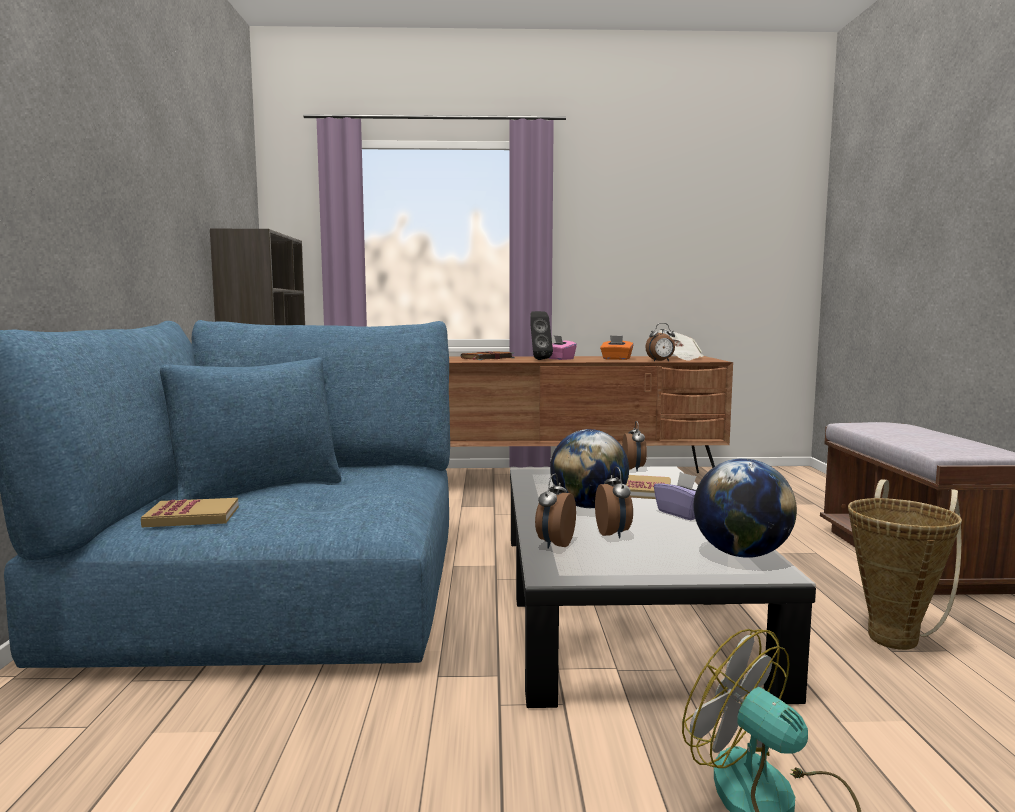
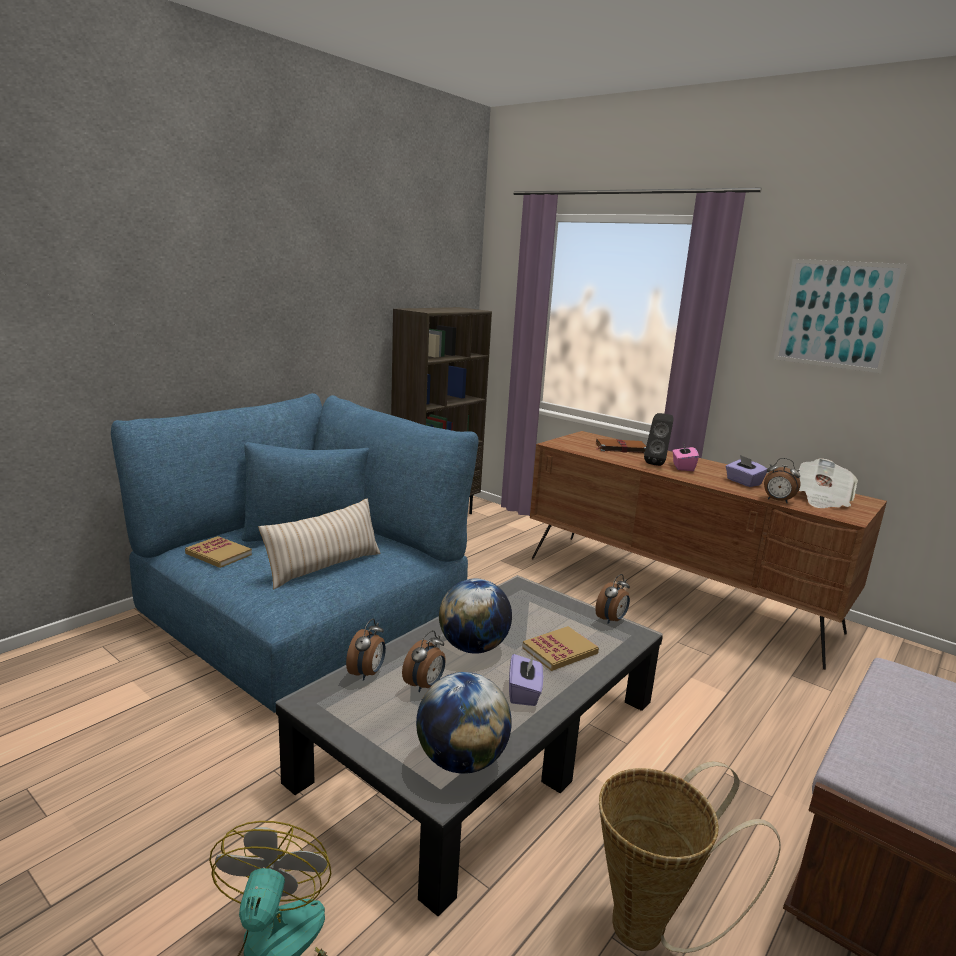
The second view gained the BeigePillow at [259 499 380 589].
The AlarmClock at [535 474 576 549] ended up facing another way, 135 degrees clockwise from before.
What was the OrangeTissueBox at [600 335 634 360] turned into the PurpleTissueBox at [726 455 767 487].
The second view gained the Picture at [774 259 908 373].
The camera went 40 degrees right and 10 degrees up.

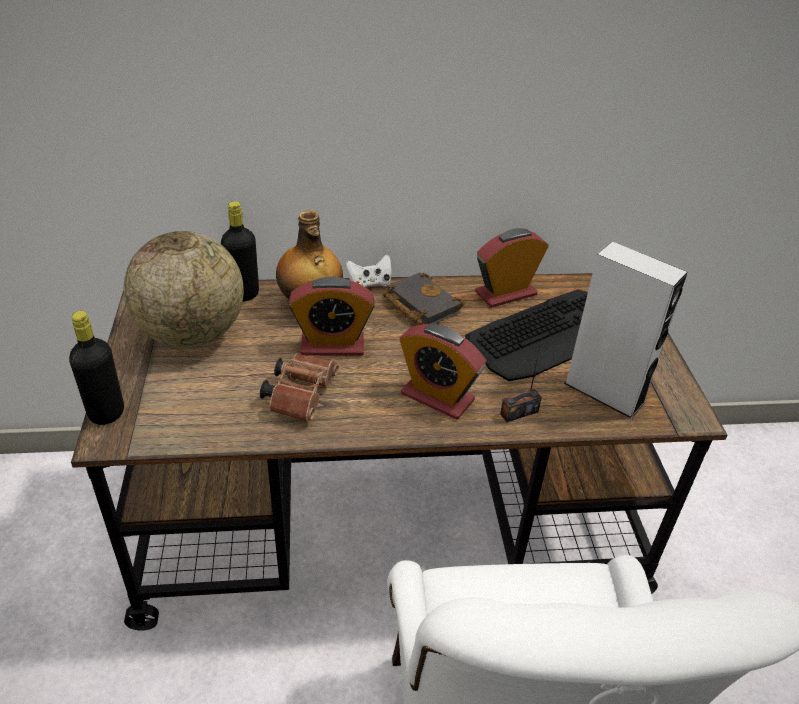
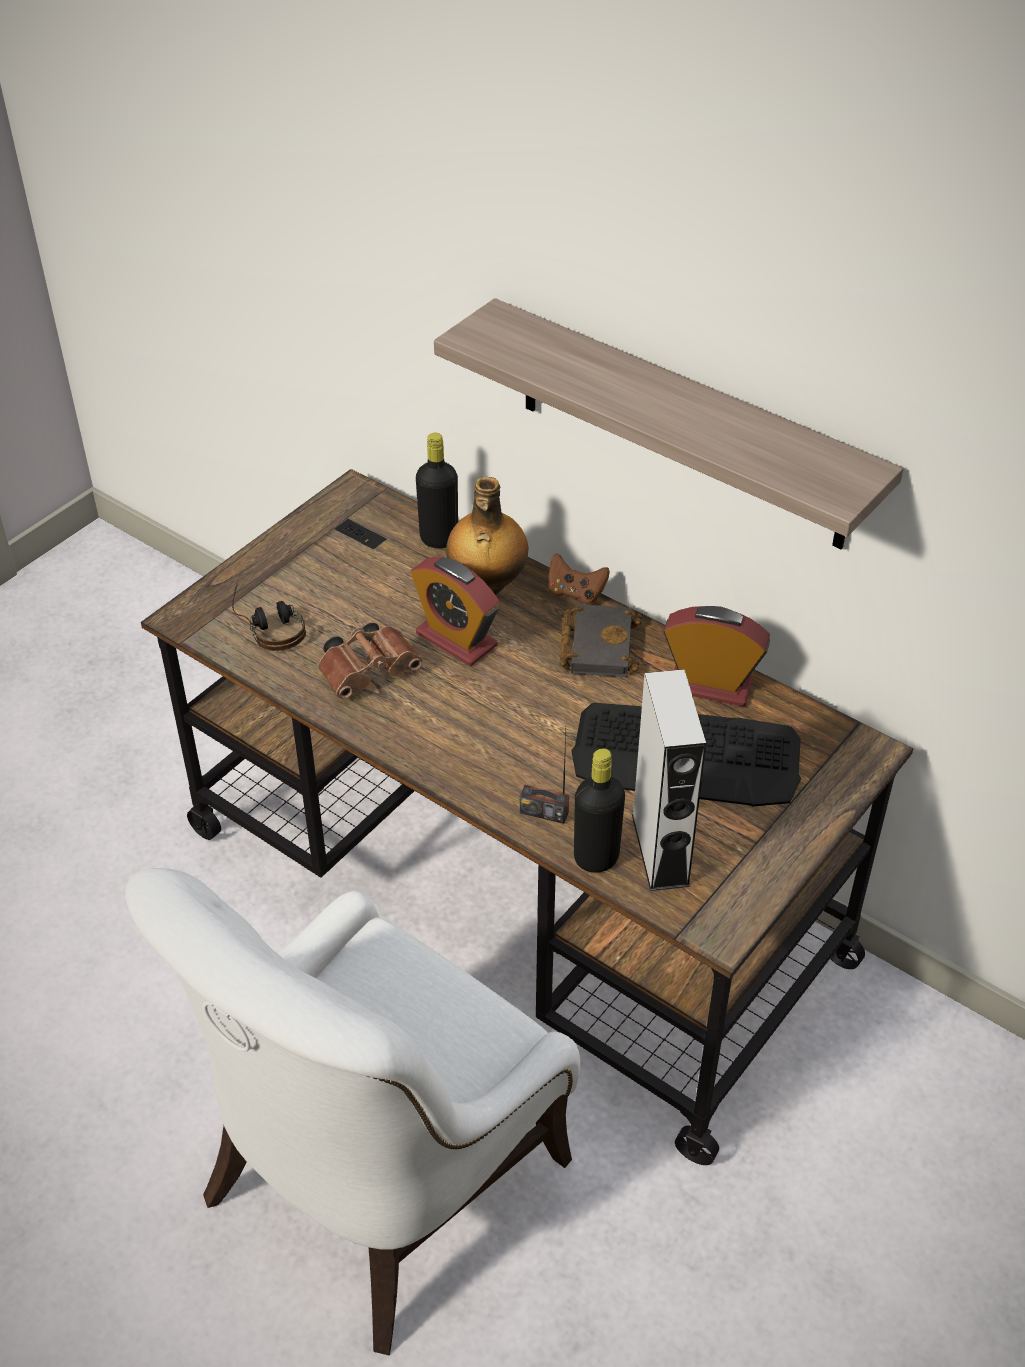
The second view gained the Headphones at [232 584 306 651].
The second view gained the Shelf at [434 298 903 549].
What was the WhiteGameController at [345 254 392 287] turned into the BrownGameController at [549 553 610 605].
The BlackBottle ended up elsewhere, having gone from [69 311 124 425] to [574 749 625 873].
The second view lost the Globe at [124 231 244 348].
The second view lost the AlarmClock at [399 324 486 420].
The camera went 45 degrees right and 5 degrees up.

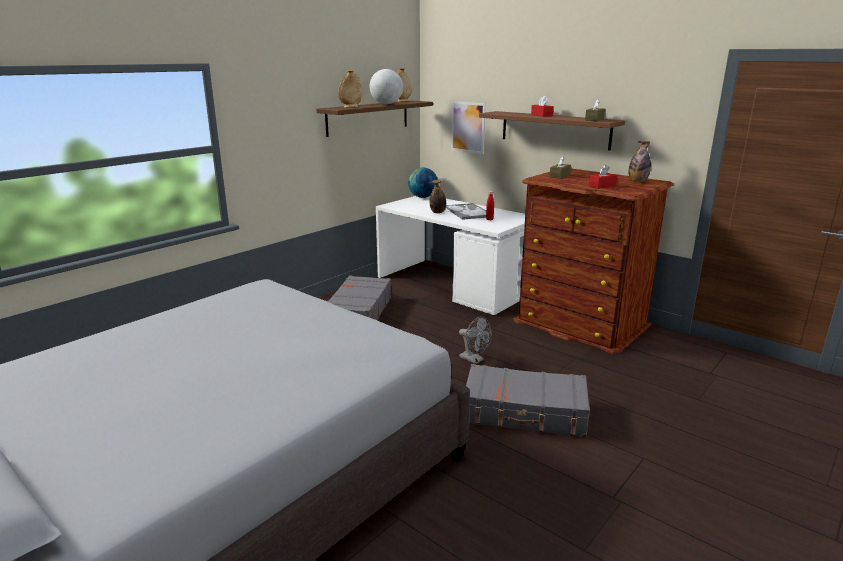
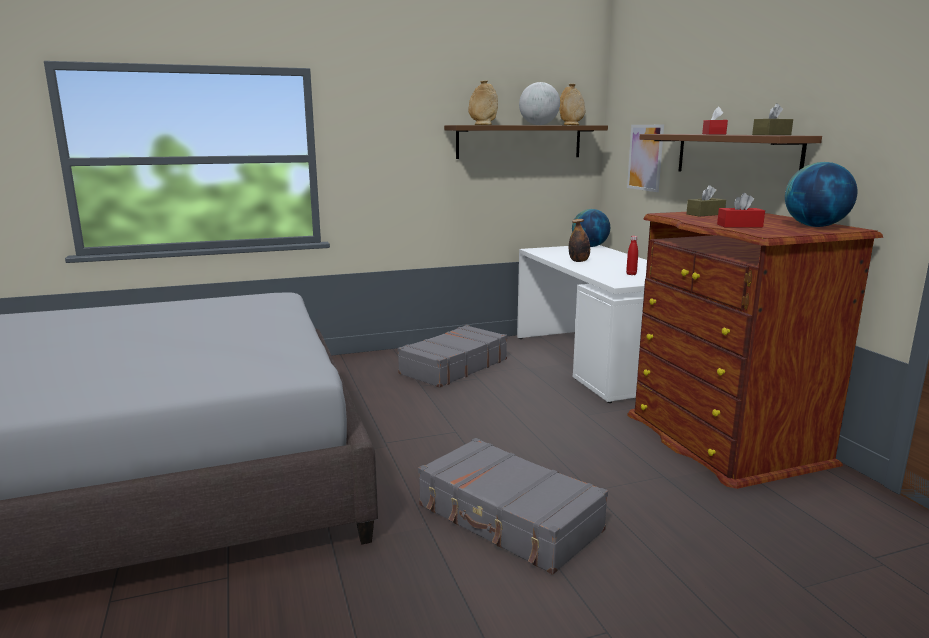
Where the Bottle stood at [629 141 651 182], the Globe came to stand at [785 162 857 227].
The second view lost the Tray at [446 203 486 220].
The second view lost the GreyFan at [459 316 492 364].
The camera went 30 degrees right and 5 degrees down.

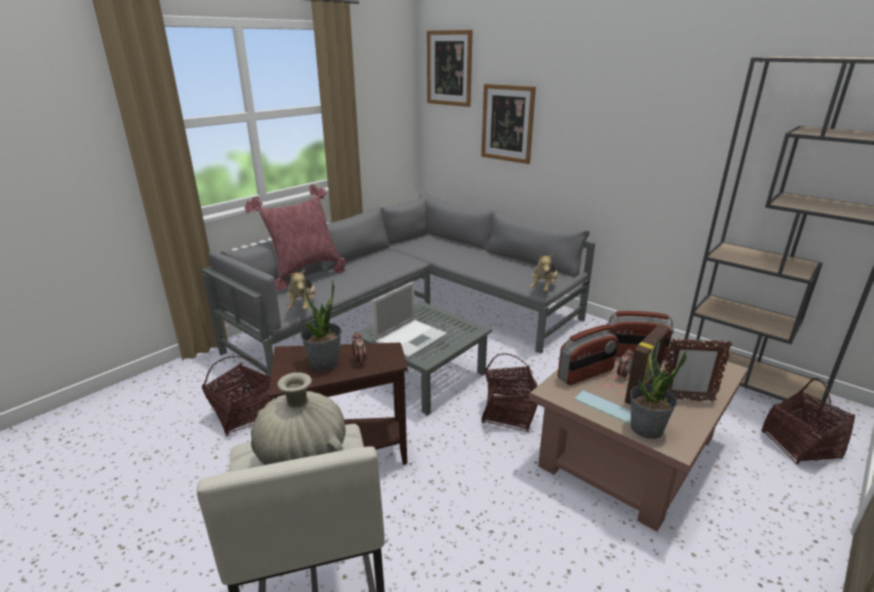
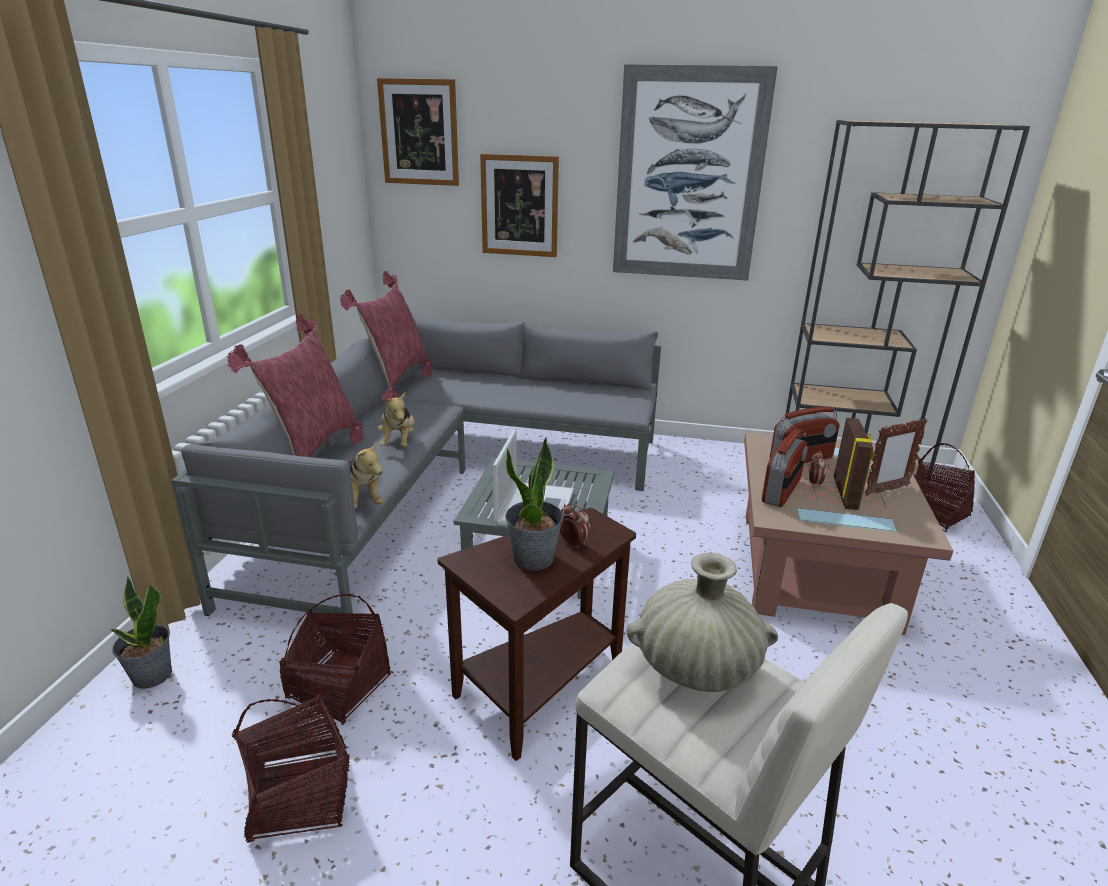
The PottedPlant ended up elsewhere, having gone from [630 339 687 439] to [111 577 172 689].
The Basket ended up elsewhere, having gone from [481 353 537 432] to [232 694 350 843].
The second view gained the RedPillow at [339 271 433 401].
The PlushToy ended up elsewhere, having gone from [529 254 558 292] to [378 393 415 447].
The second view gained the Picture at [613 64 778 281].
The camera went 30 degrees left and 0 degrees up.

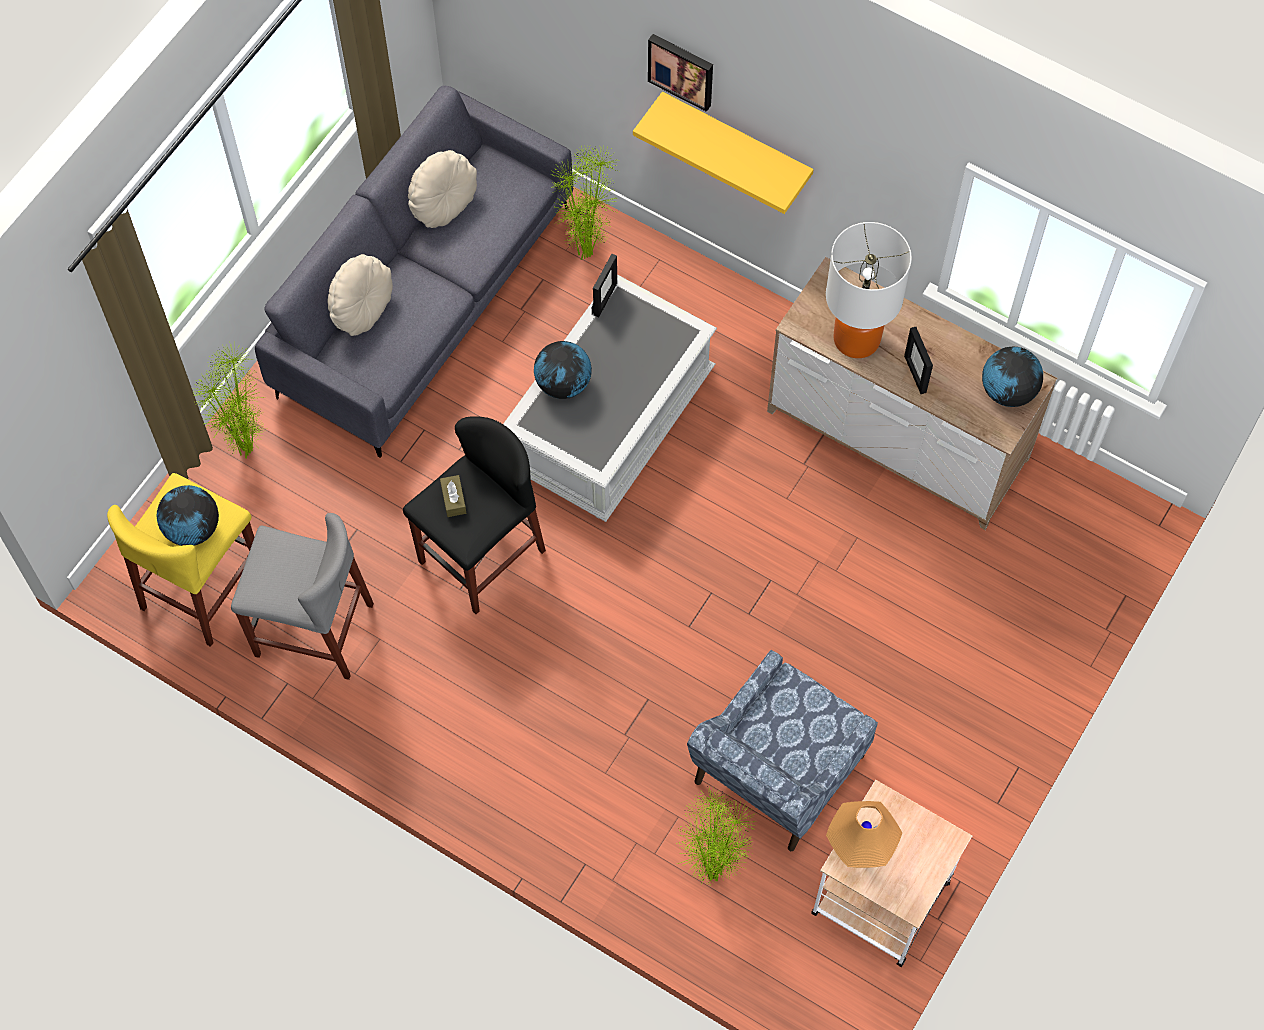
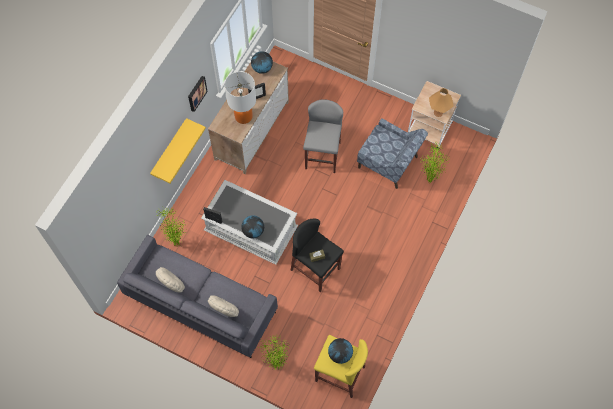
The Picture ended up elsewhere, having gone from [648 34 713 112] to [188 76 208 112].
The GreyStool ended up elsewhere, having gone from [231 513 374 680] to [303 99 343 173].
The camera went 95 degrees left and 0 degrees up.

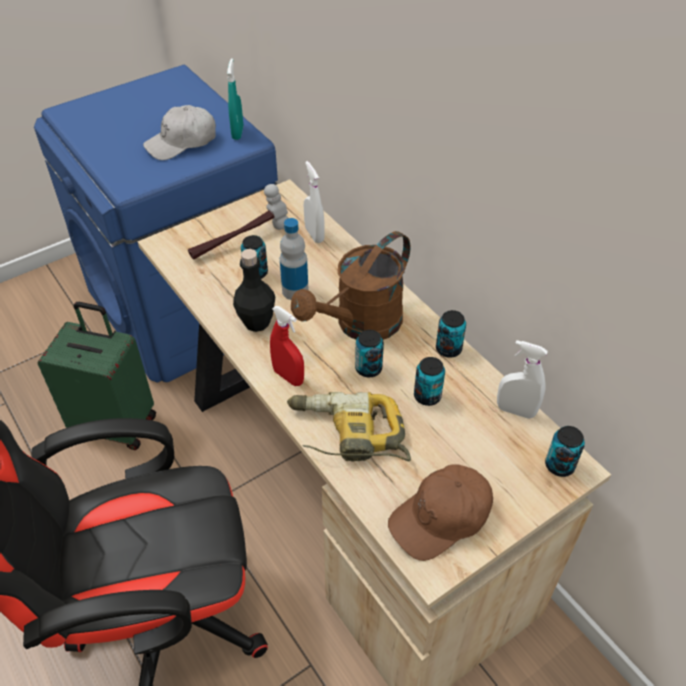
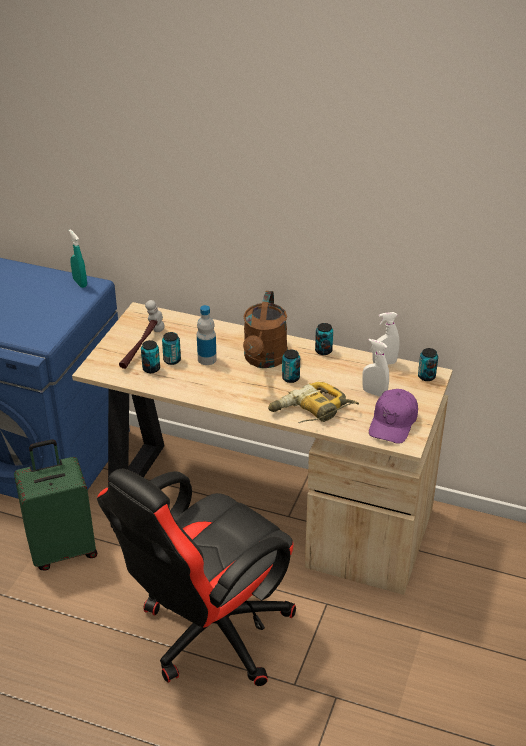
The Can ended up elsewhere, having gone from [414 357 445 406] to [141 340 160 373].
The WhiteSprayBottle ended up elsewhere, having gone from [304 161 325 243] to [362 339 389 397].
What was the BrownCap at [388 465 493 561] turned into the PurpleCap at [369 389 418 444].
The second view lost the WhiteCap at [143 105 216 160].
The second view lost the BlackBottle at [233 249 275 332].
The second view lost the RedSprayBottle at [270 306 304 386].
The camera went 35 degrees left and 10 degrees down.

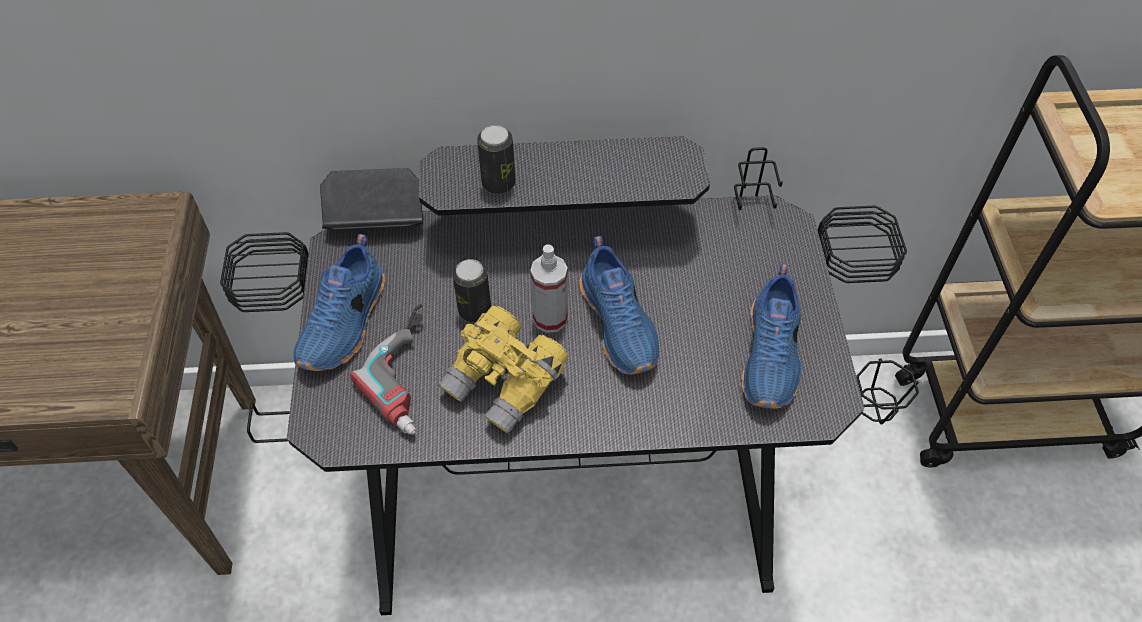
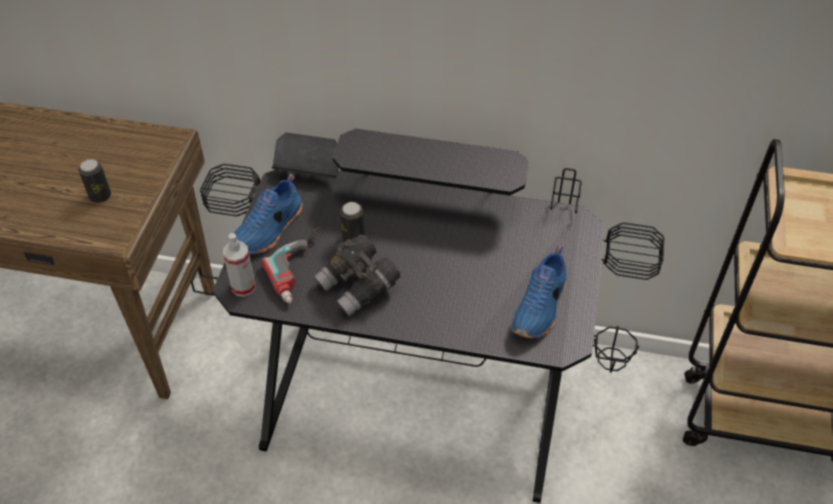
The Can ended up elsewhere, having gone from [477 125 515 194] to [78 159 111 203].
The SprayBottle ended up elsewhere, having gone from [530 244 568 333] to [223 233 256 297].
What was the YellowBinoculars at [438 306 569 434] turned into the GreyBinoculars at [314 234 400 317].
The second view lost the BlueShoe at [579 236 660 375].
The camera went 15 degrees right and 5 degrees down.

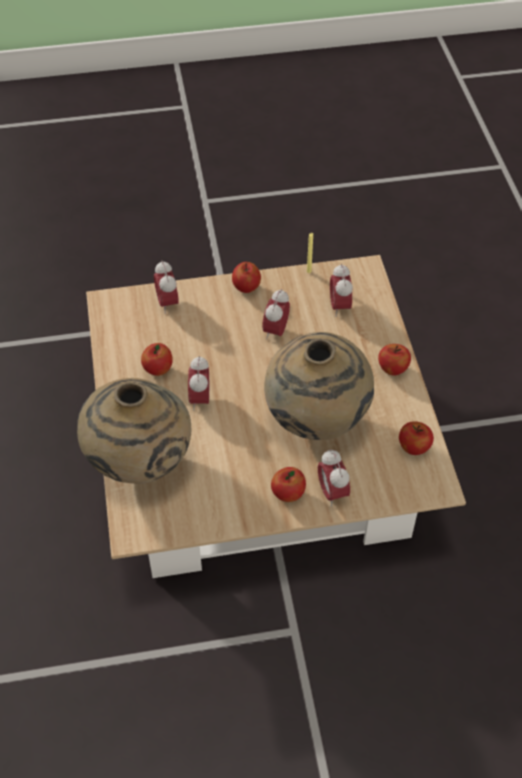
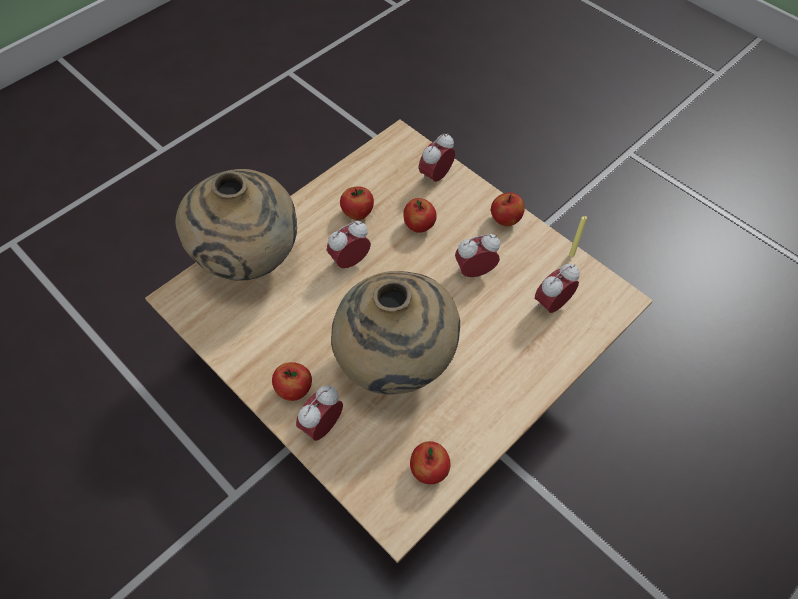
The Apple ended up elsewhere, having gone from [378 344 411 376] to [403 198 437 233].
The camera went 55 degrees right and 5 degrees up.

